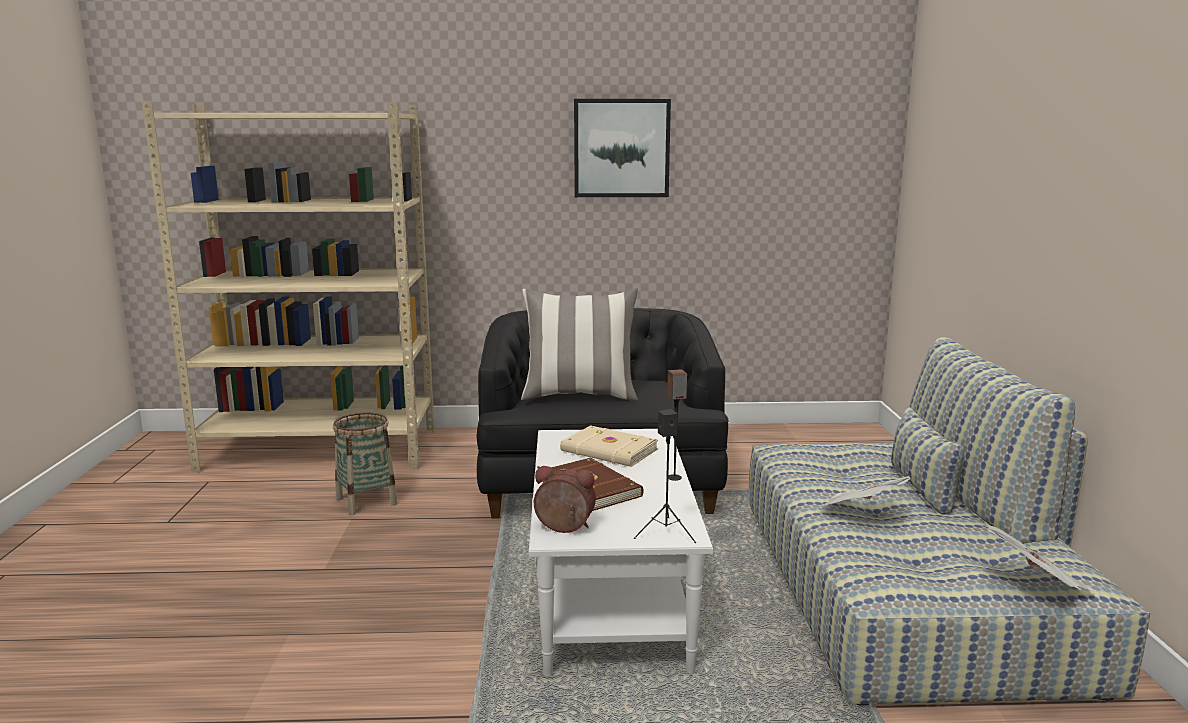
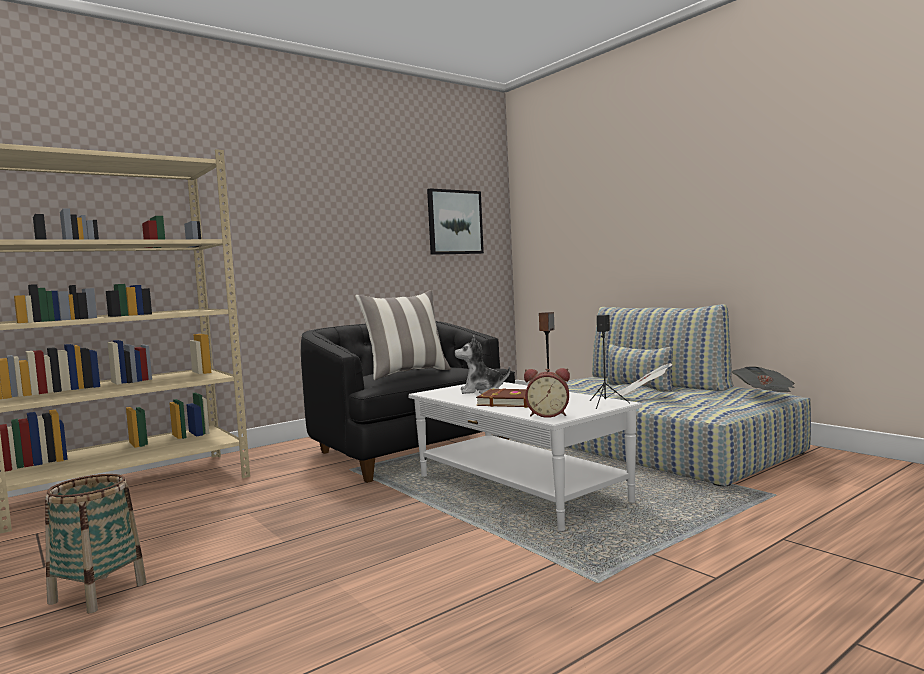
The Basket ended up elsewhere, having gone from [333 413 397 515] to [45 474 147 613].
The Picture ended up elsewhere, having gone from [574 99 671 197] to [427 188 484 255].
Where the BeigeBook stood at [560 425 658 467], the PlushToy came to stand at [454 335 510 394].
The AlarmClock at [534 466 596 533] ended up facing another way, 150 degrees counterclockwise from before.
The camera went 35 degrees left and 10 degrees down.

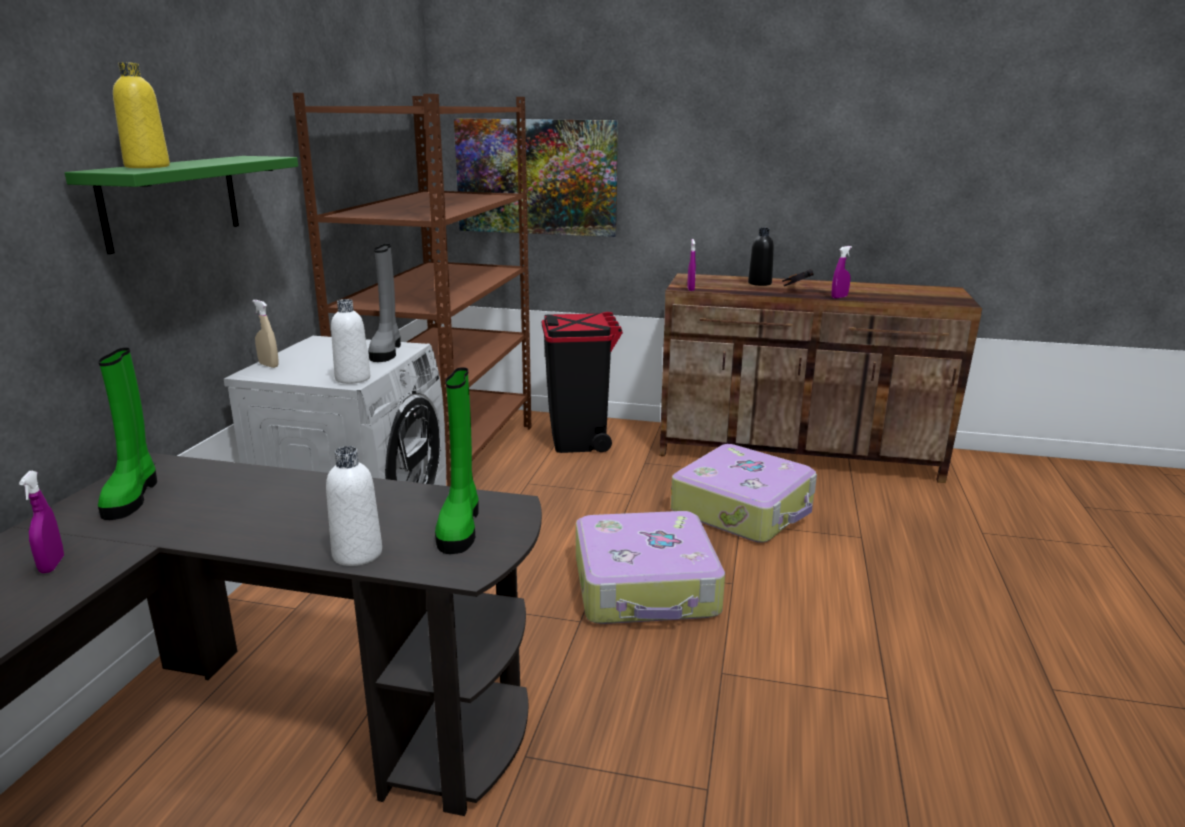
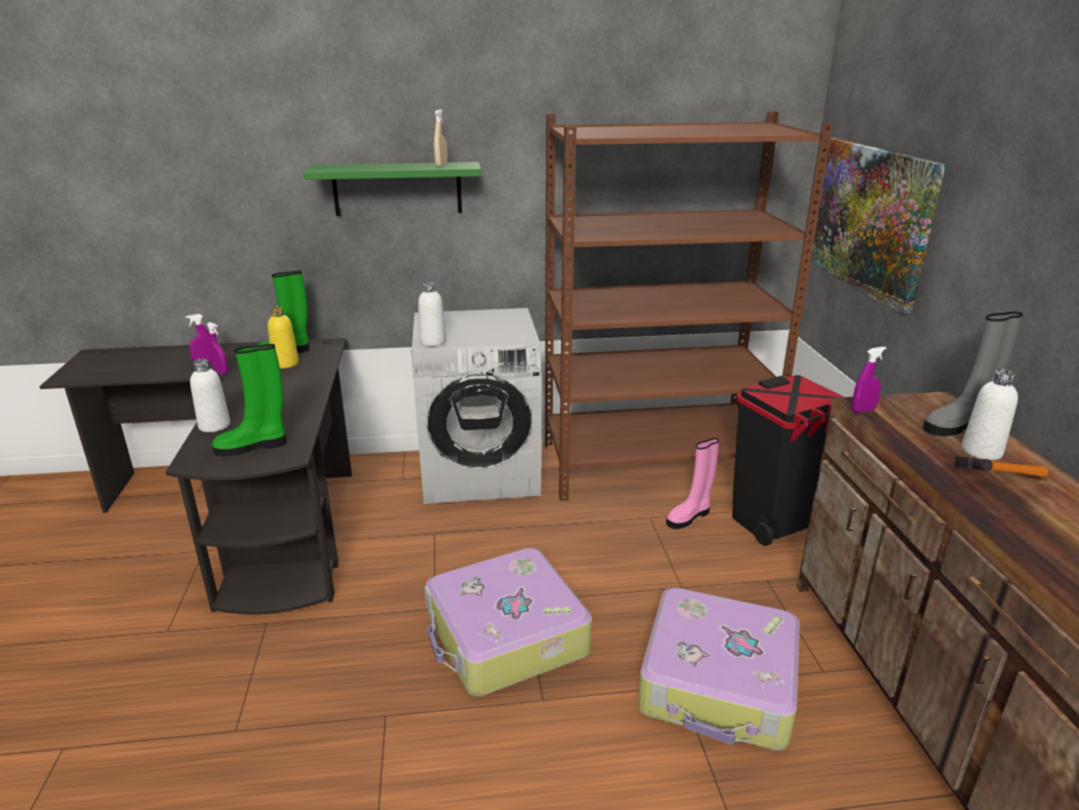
The PurpleSprayBottle ended up elsewhere, having gone from [831 246 852 299] to [207 322 228 374].
The YellowBottle ended up elsewhere, having gone from [113 62 170 168] to [268 306 299 368].
The BeigeSprayBottle ended up elsewhere, having gone from [252 300 279 368] to [434 109 448 167].
The second view gained the PinkBoot at [666 438 719 529].
The GreyBoot ended up elsewhere, having gone from [368 244 401 362] to [923 311 1023 436].
What was the BlackBottle at [748 228 774 286] turned into the WhiteBottle at [962 369 1018 460].
The camera went 70 degrees right and 5 degrees up.

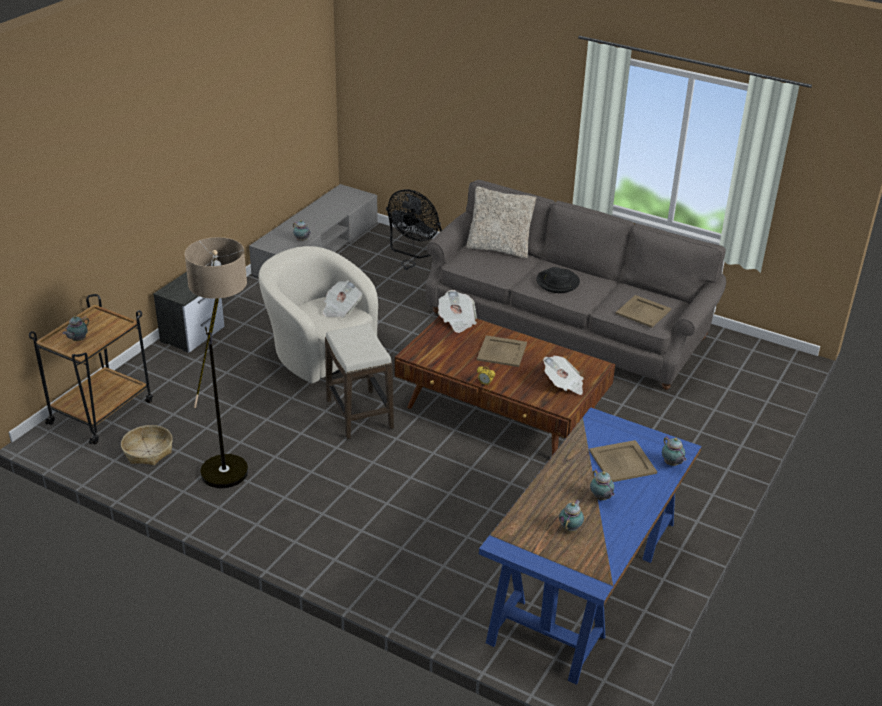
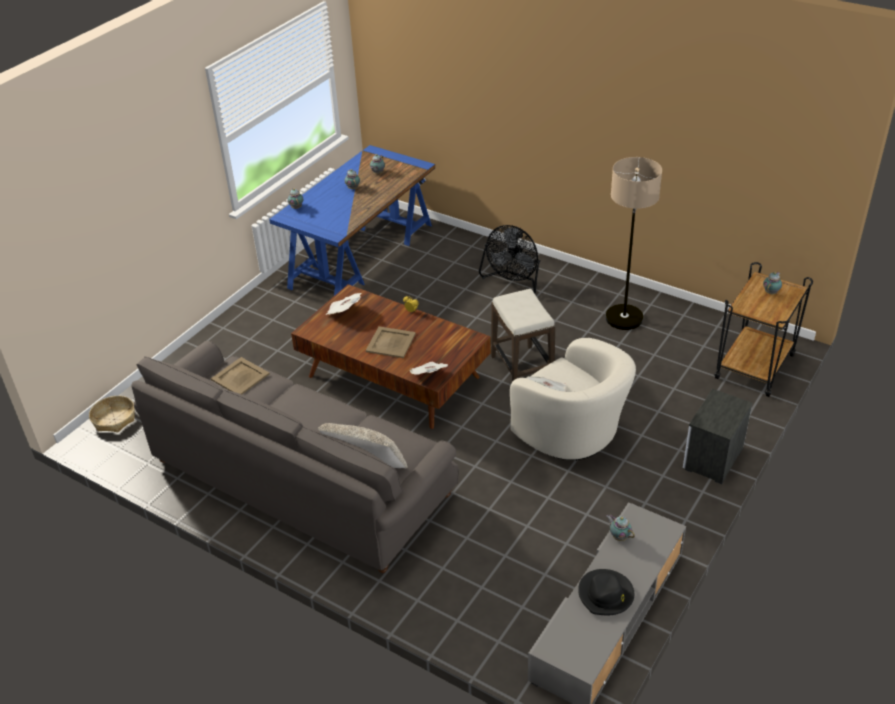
The Basket ended up elsewhere, having gone from [121 425 173 465] to [89 396 135 432].
The BlackFan ended up elsewhere, having gone from [386 189 442 270] to [479 225 540 295].
The BlackHat ended up elsewhere, having gone from [536 267 580 293] to [578 569 634 615].
The second view lost the BeigeTray at [589 440 657 482].
The camera went 175 degrees left and 5 degrees up.

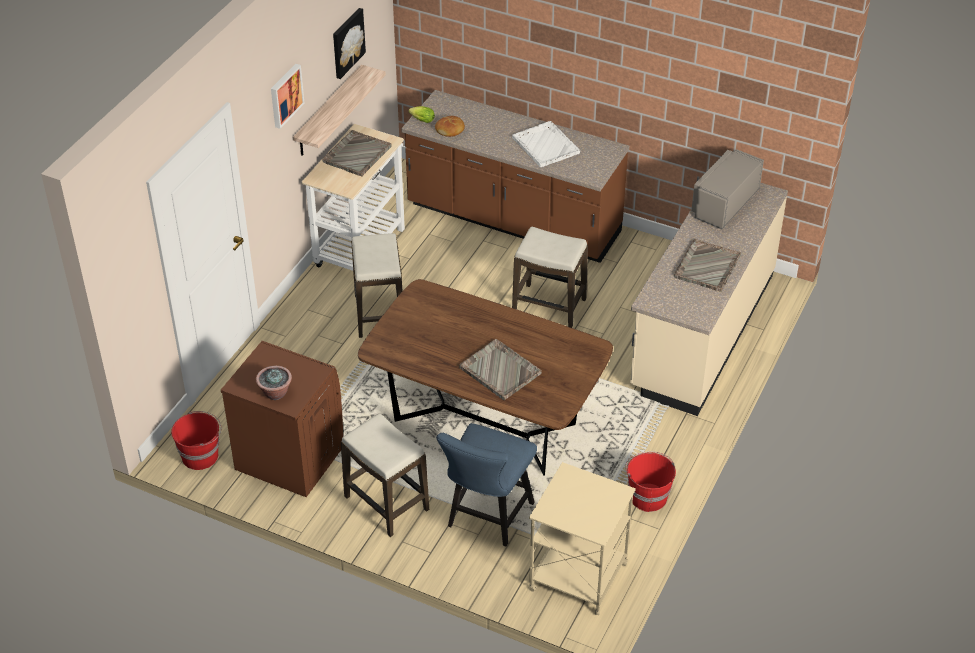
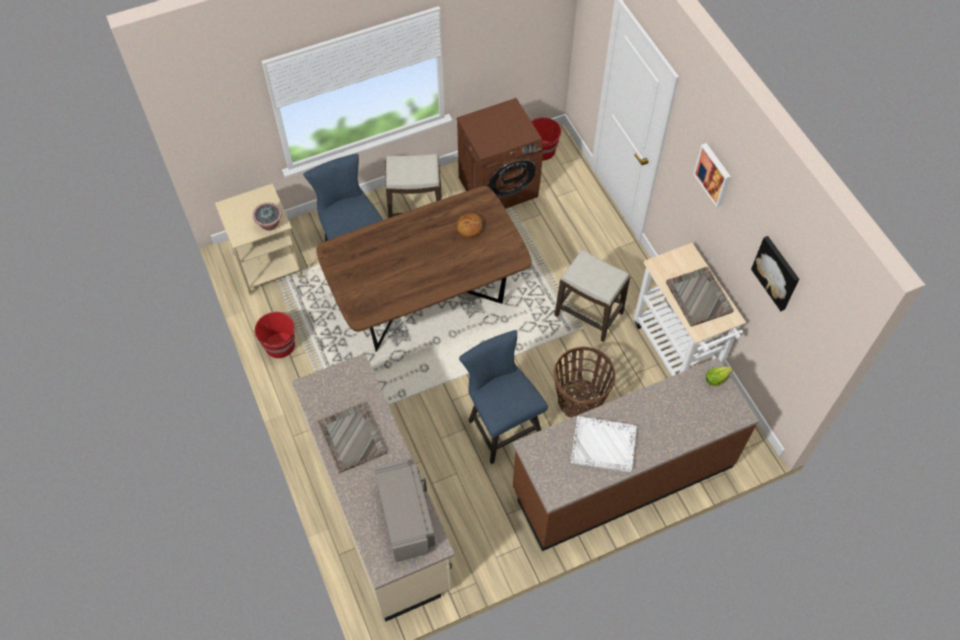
The PottedPlant ended up elsewhere, having gone from [256 366 292 400] to [253 203 282 231].
The Bread ended up elsewhere, having gone from [435 116 465 137] to [457 213 482 237].
Where the Stool stood at [512 227 588 328], the BlueChair came to stand at [459 330 548 464].
The second view gained the Basket at [554 347 616 418].
The second view lost the Shelf at [293 65 386 156].
The second view lost the GreyTray at [459 339 542 400].
The camera went 130 degrees right and 15 degrees up.

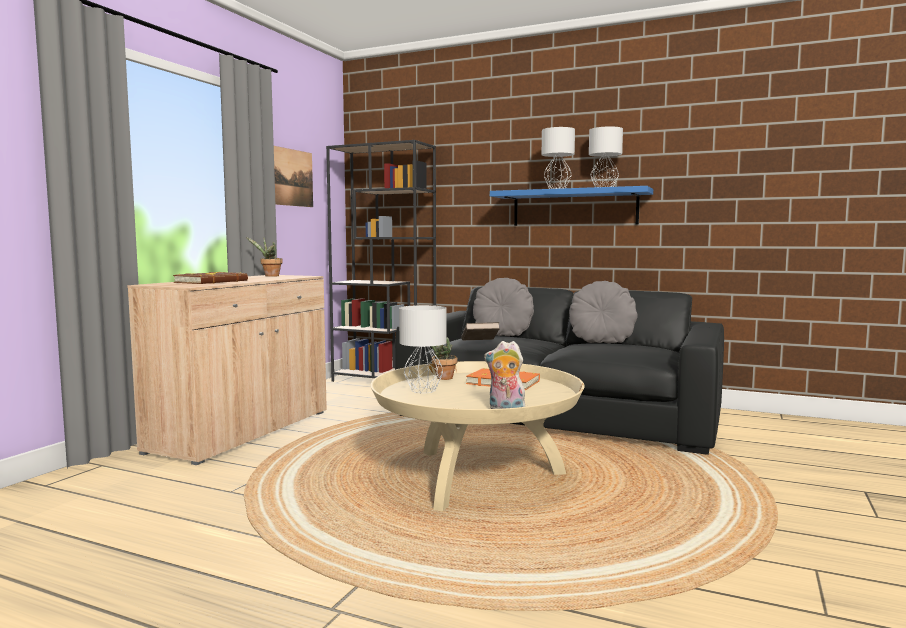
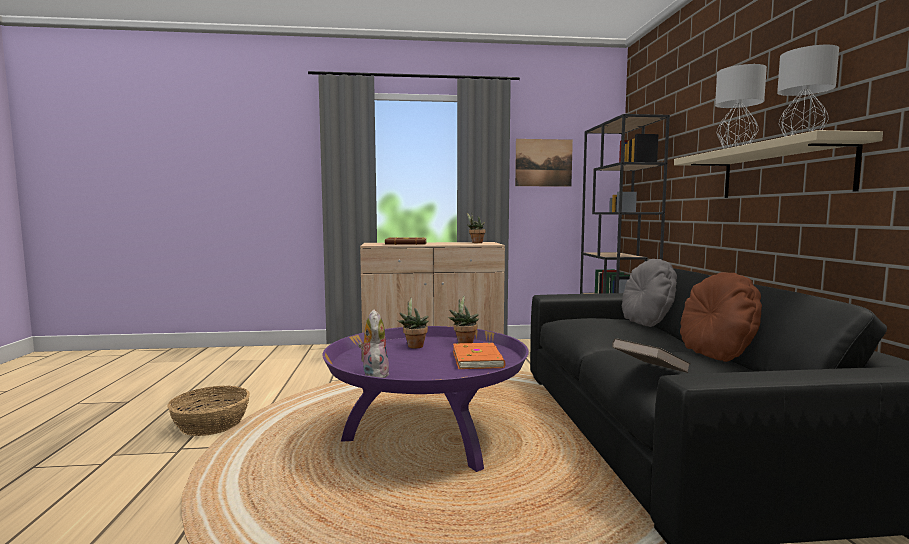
The second view gained the Basket at [167 386 250 436].
What was the BeigeCoffeeTable at [371 361 585 512] turned into the PurpleCoffeeTable at [322 326 529 472].
Where the GreyTableLamp stood at [399 305 447 393], the PottedPlant came to stand at [397 298 429 349].
The BrownBook ended up elsewhere, having gone from [461 322 500 340] to [612 338 691 373].
What was the BlueShelf at [490 186 653 226] turned into the BeigeShelf at [674 130 883 198].
What was the GreyPillow at [569 281 638 343] turned into the BrownPillow at [680 272 762 362].
The camera went 60 degrees right and 0 degrees up.

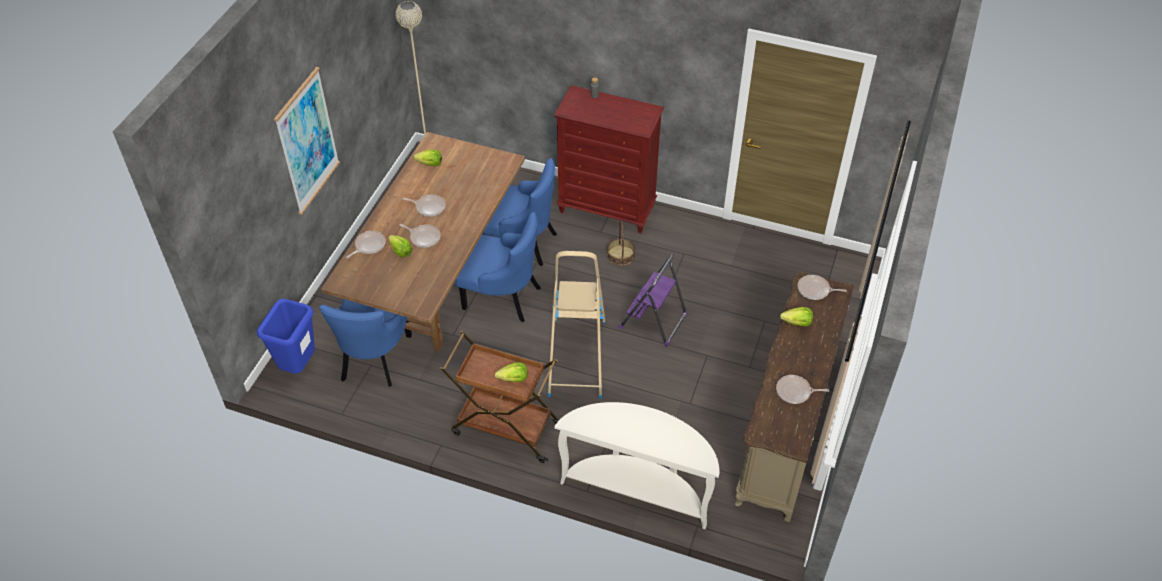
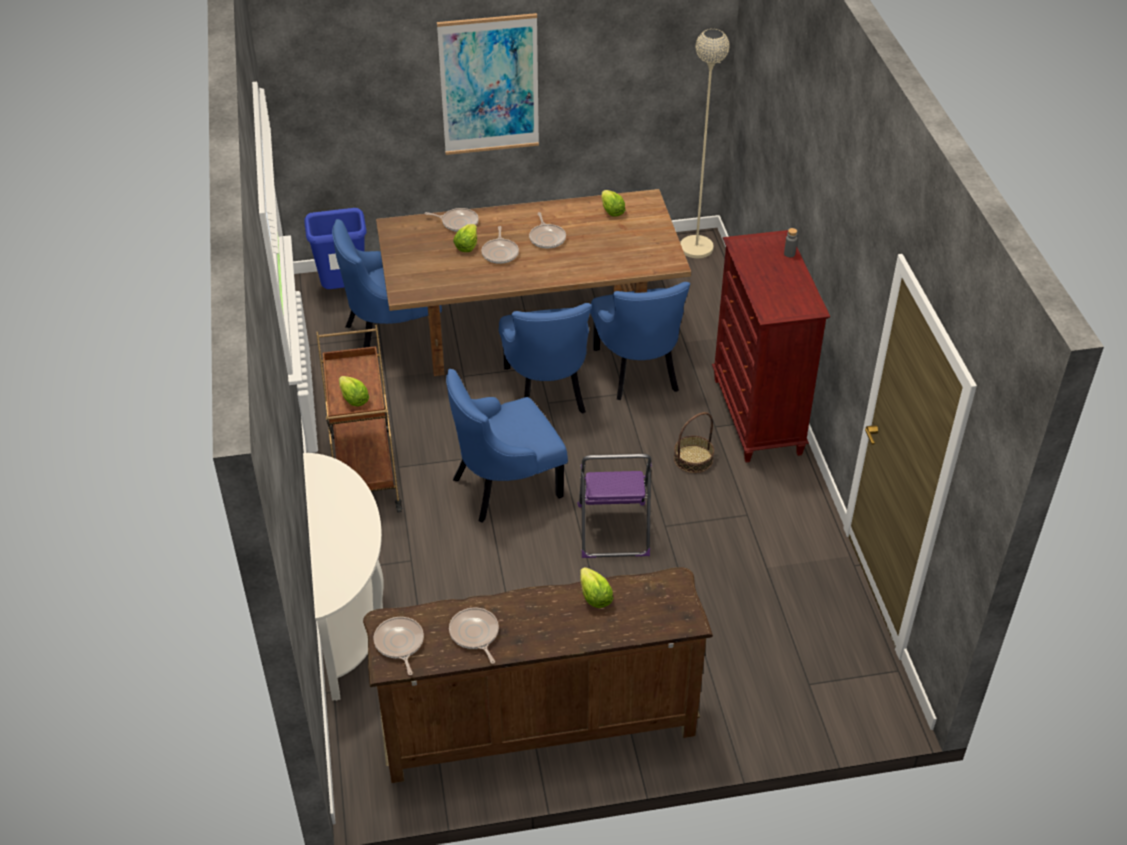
The FryingPan ended up elsewhere, having gone from [798 275 847 300] to [373 617 424 675].
Where the BeigeStepLadder stood at [548 251 605 399], the BlueChair came to stand at [446 369 568 522].
The camera went 60 degrees right and 5 degrees down.

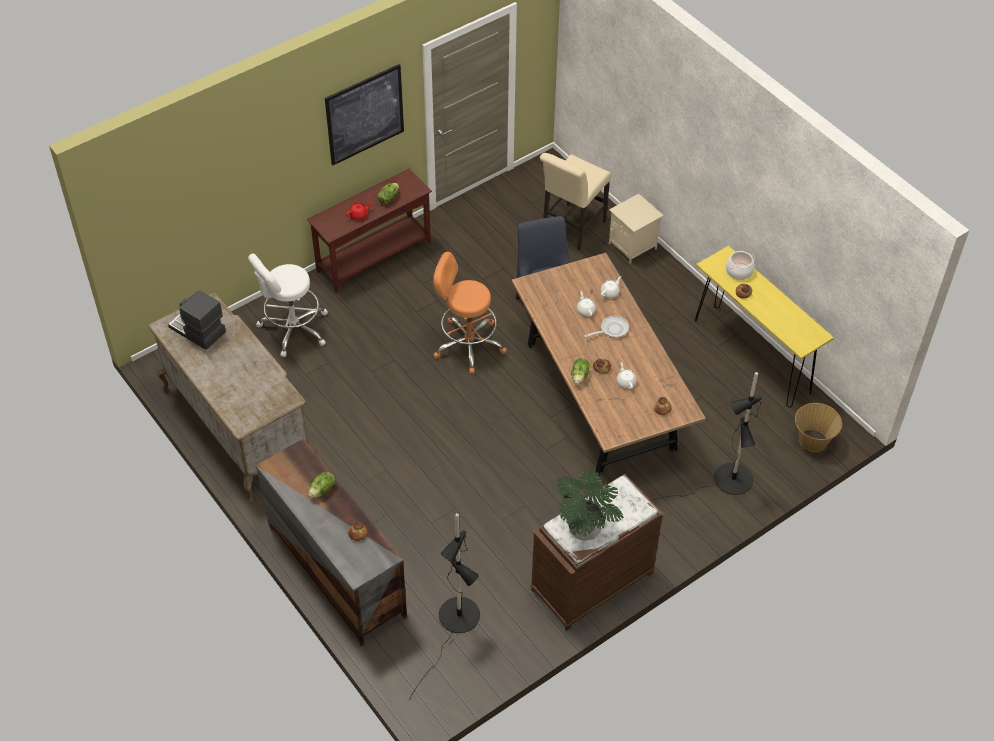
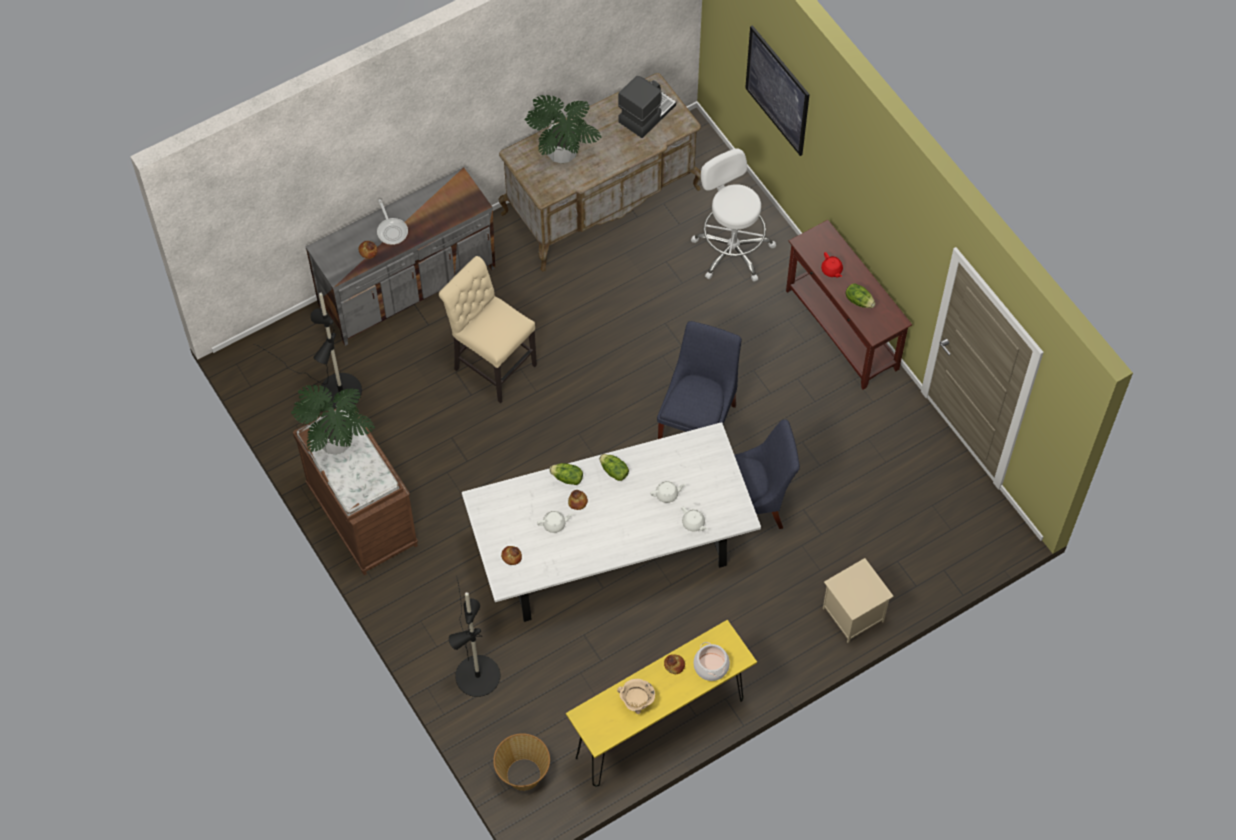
The FryingPan ended up elsewhere, having gone from [584 316 629 338] to [377 199 408 245].
The BeigeStool ended up elsewhere, having gone from [540 153 611 250] to [439 256 537 403].
What was the BrownDiningTable at [512 253 706 476] turned into the WhiteDiningTable at [462 422 761 622].
The second view gained the PottedPlant at [525 95 602 163].
The Lettuce ended up elsewhere, having gone from [308 472 335 498] to [599 454 629 481].
The second view gained the BeigeCookingPot at [617 679 655 714].
Where the OrangeStool stood at [433 252 507 374], the BlueChair came to stand at [657 321 742 439].
The Picture ended up elsewhere, having gone from [325 64 404 165] to [745 25 810 156].
The camera went 95 degrees right and 10 degrees up.

